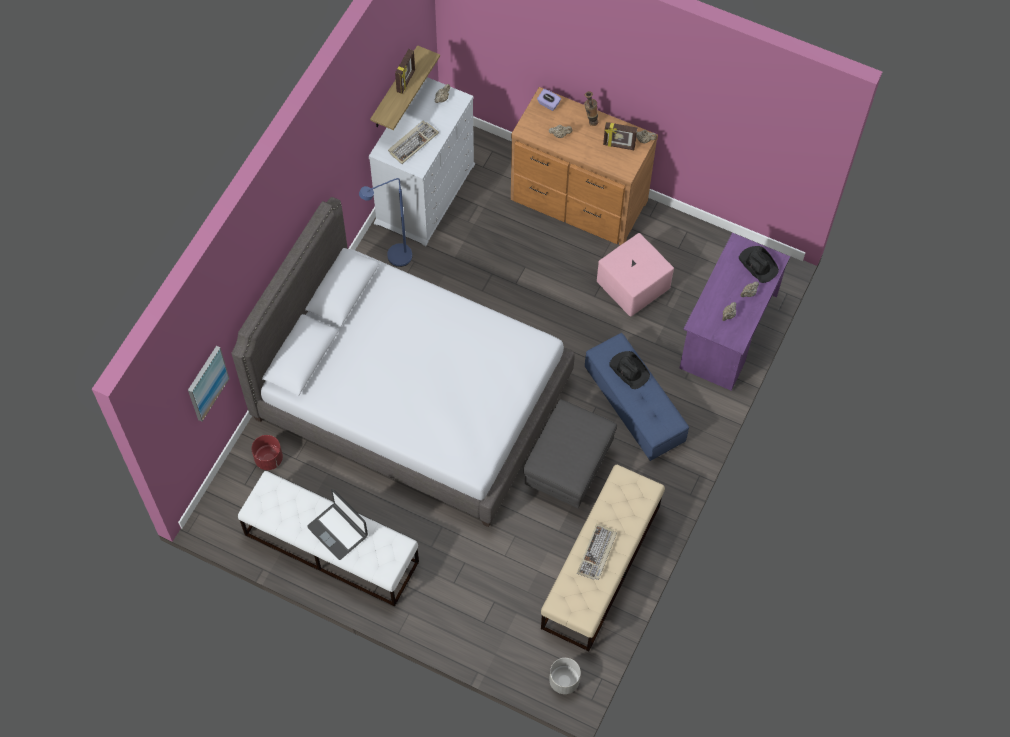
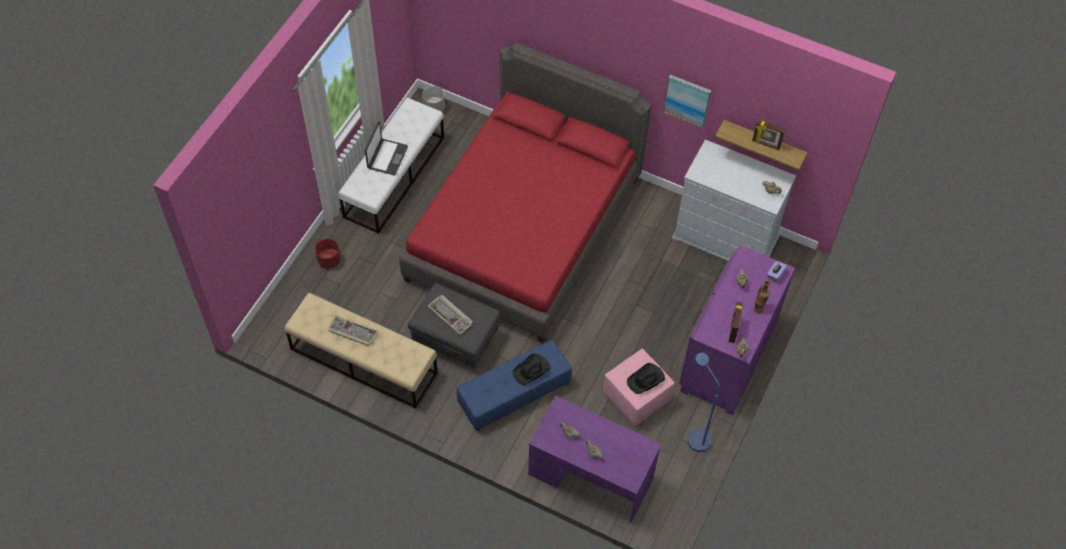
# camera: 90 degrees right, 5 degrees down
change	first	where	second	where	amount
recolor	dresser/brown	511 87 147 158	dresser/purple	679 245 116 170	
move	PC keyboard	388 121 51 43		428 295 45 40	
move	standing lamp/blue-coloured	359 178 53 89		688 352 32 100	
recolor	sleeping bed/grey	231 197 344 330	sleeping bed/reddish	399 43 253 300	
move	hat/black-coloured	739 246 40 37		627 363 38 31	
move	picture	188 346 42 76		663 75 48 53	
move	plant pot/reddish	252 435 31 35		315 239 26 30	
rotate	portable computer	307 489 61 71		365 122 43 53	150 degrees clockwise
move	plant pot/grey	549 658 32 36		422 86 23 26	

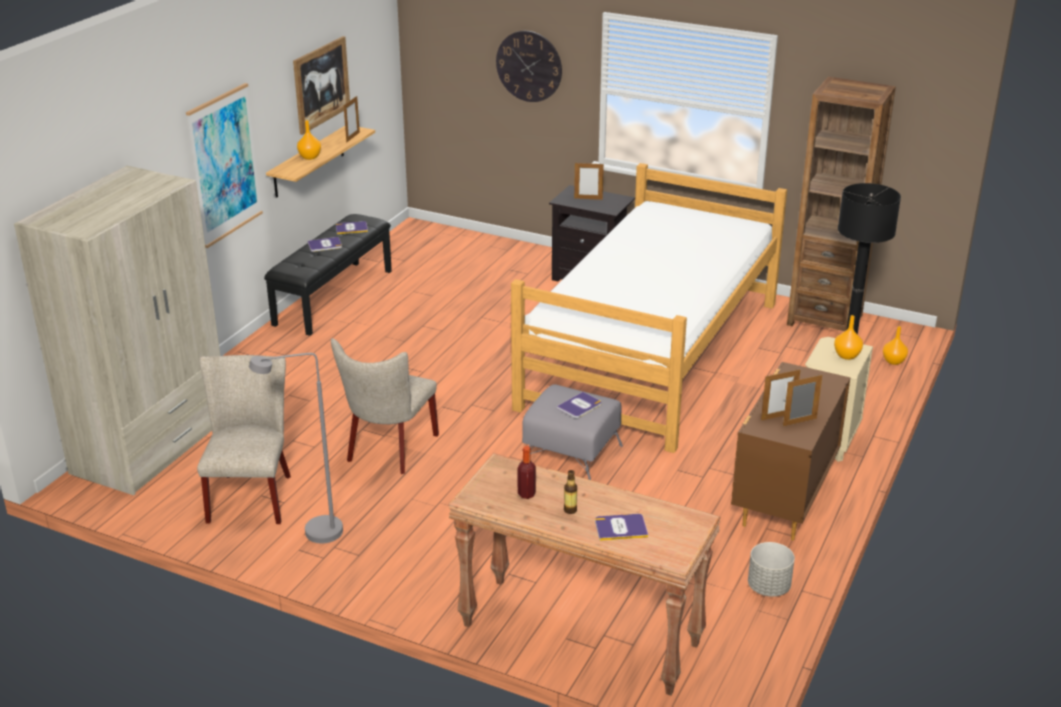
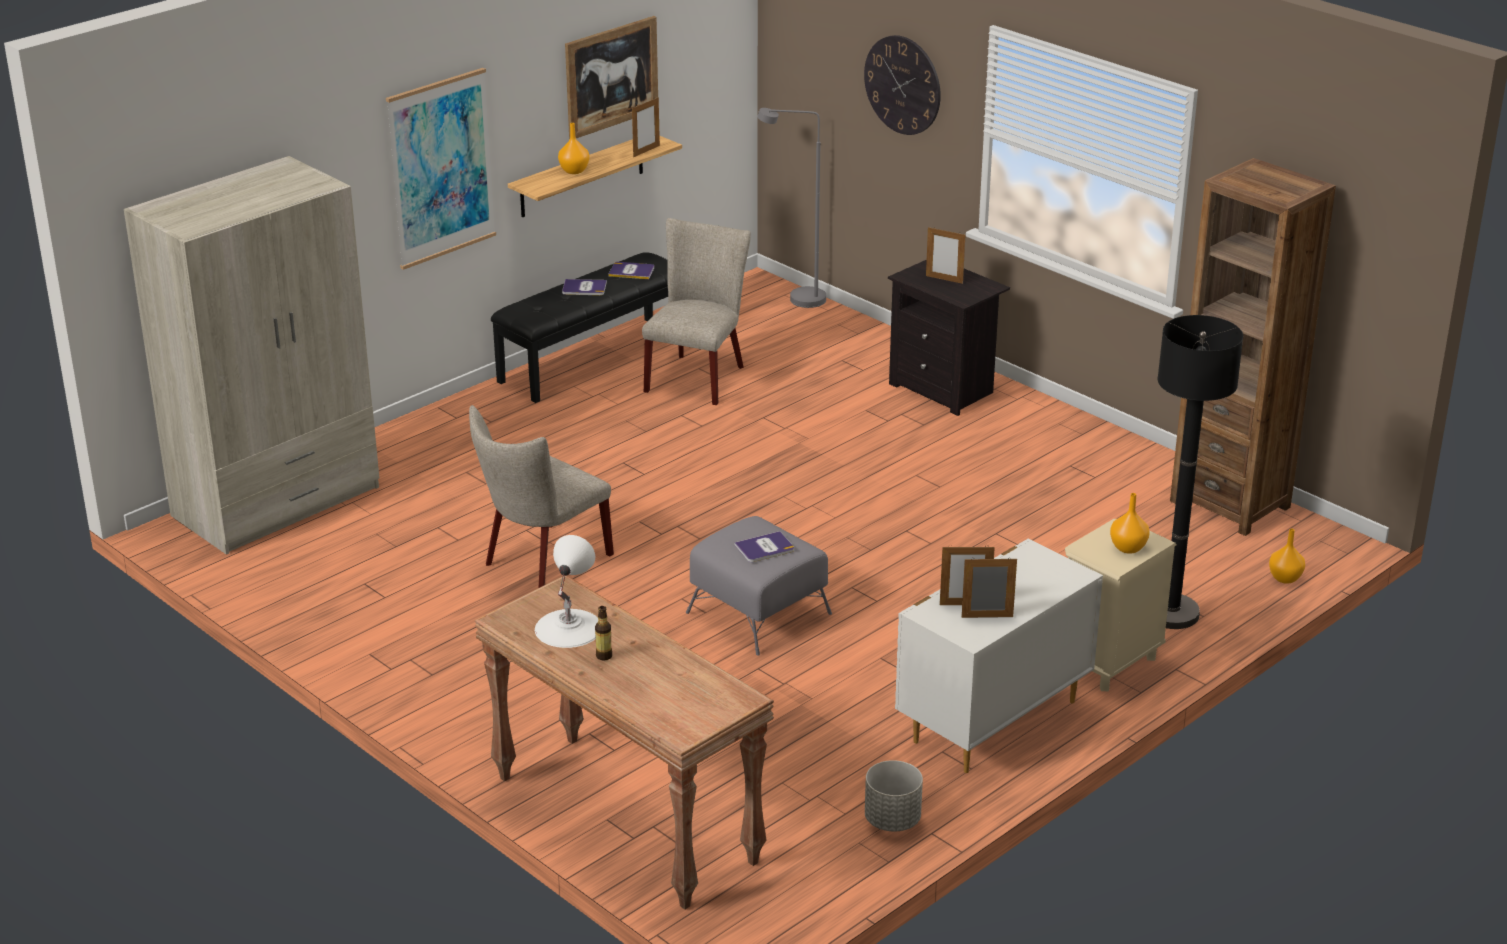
# camera: 20 degrees right, 0 degrees up
change	first	where	second	where	amount
delete	sleeping bed	511 163 276 290			
move	standing lamp/grey	249 353 94 191		757 108 69 200	
move	upright chair/beige-coloured	197 355 94 169		642 218 109 187	
recolor	dresser/brown	731 362 119 178	dresser/white	895 539 208 234	
replace	drink bottle	518 446 18 53	tabletop lamp/white	535 535 63 113	
delete	bound book	595 514 53 27			

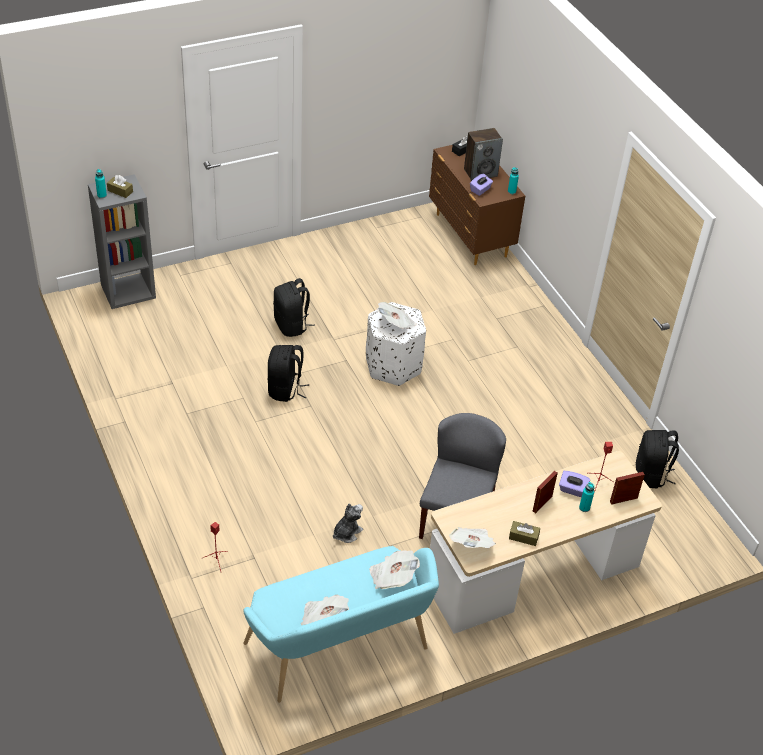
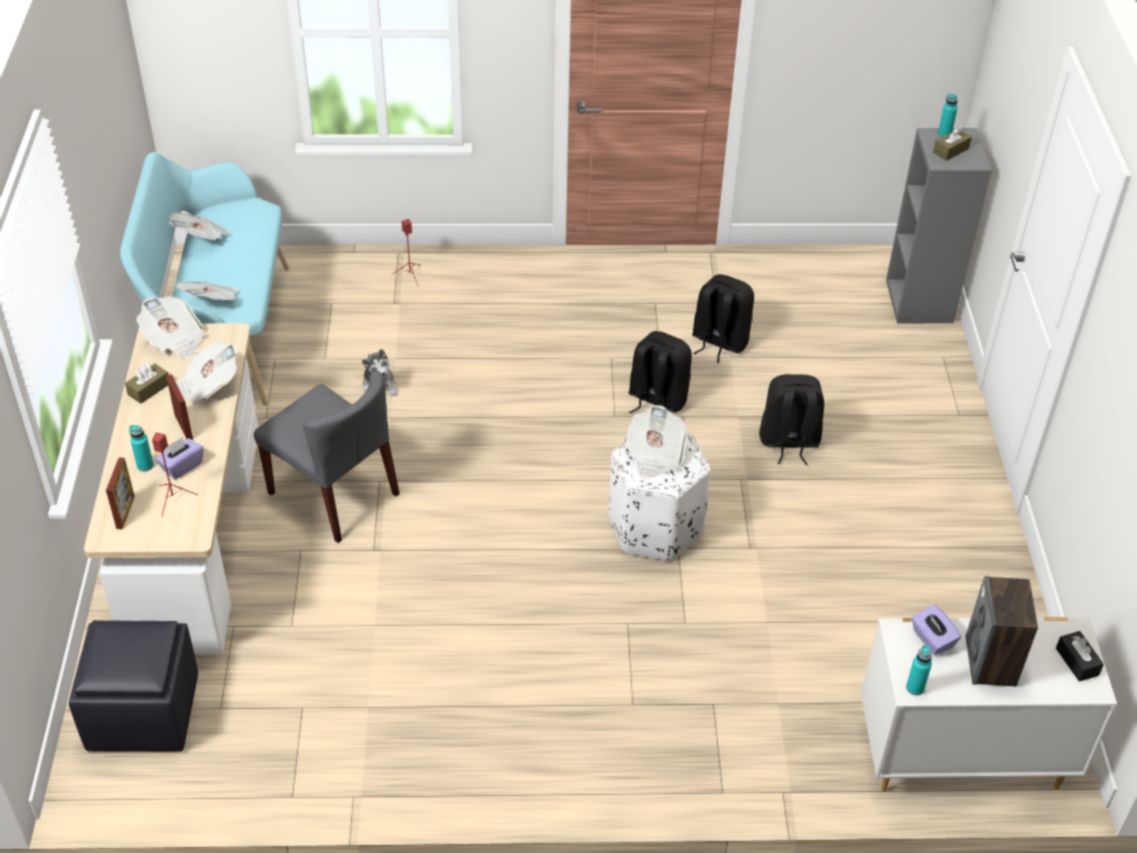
# camera: 115 degrees right, 0 degrees up
change	first	where	second	where	amount
recolor	dresser/brown	429 145 96 120	dresser/white	861 617 256 175	
move	backpack/black-coloured	636 430 43 58		692 274 62 89	
insert			daily paper	176 341 62 64	
insert			pouffe/black-coloured	69 620 129 132	

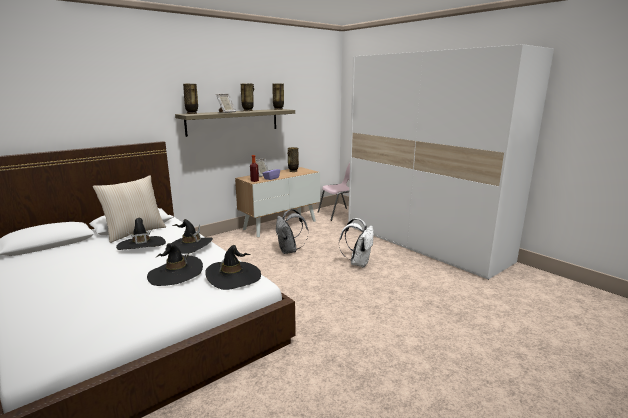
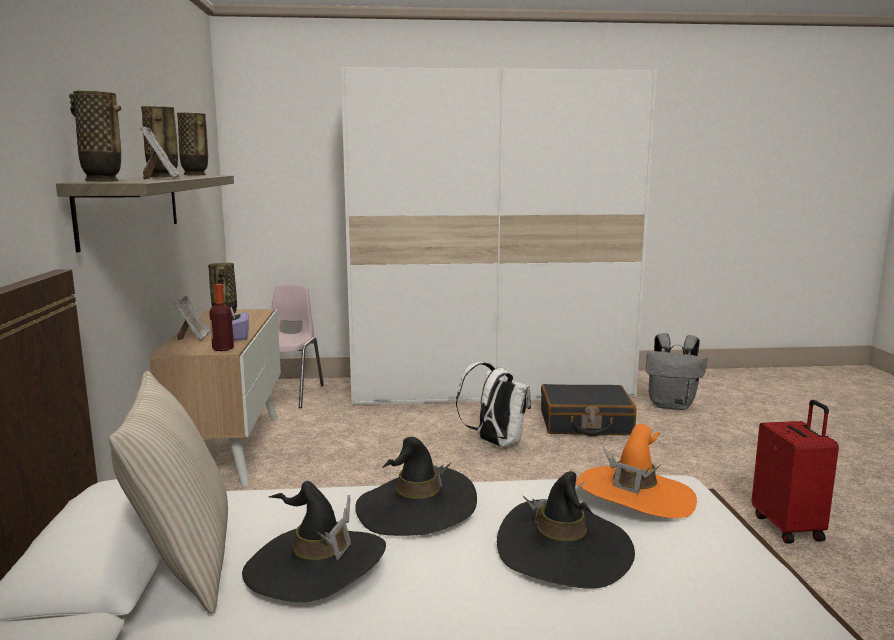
# camera: 55 degrees left, 5 degrees down
change	first	where	second	where	amount
move	backpack/grey	276 209 33 45		646 333 61 77	
recolor	hat/black-coloured	205 245 56 45	hat/orangey	576 424 121 94	
insert			suitcase/black-coloured	541 384 96 53	
insert			suitcase/reddish	752 400 87 144	

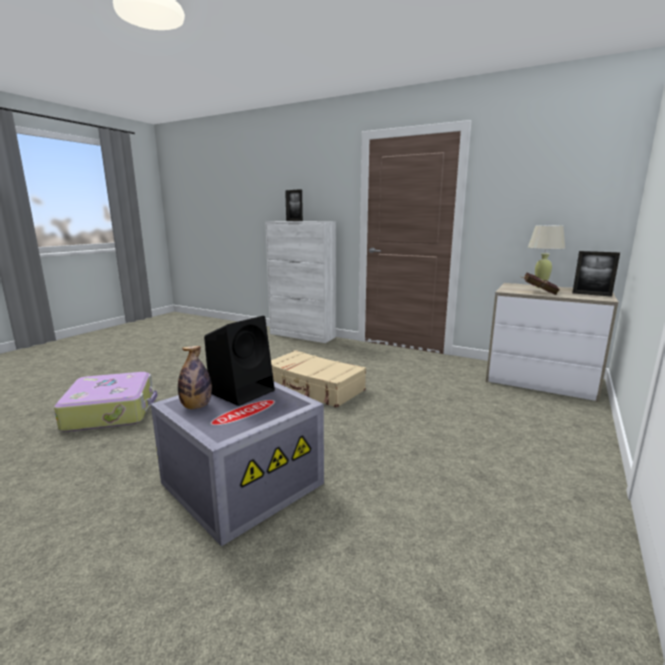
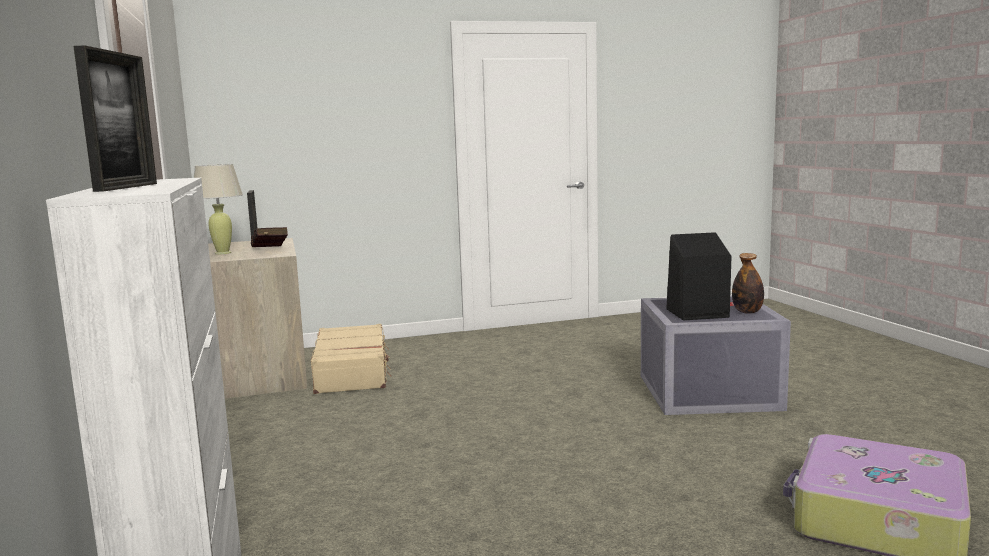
# camera: 135 degrees left, 5 degrees down
change	first	where	second	where	amount
move	suitcase/beige-coloured	271 350 95 58		311 324 80 70	

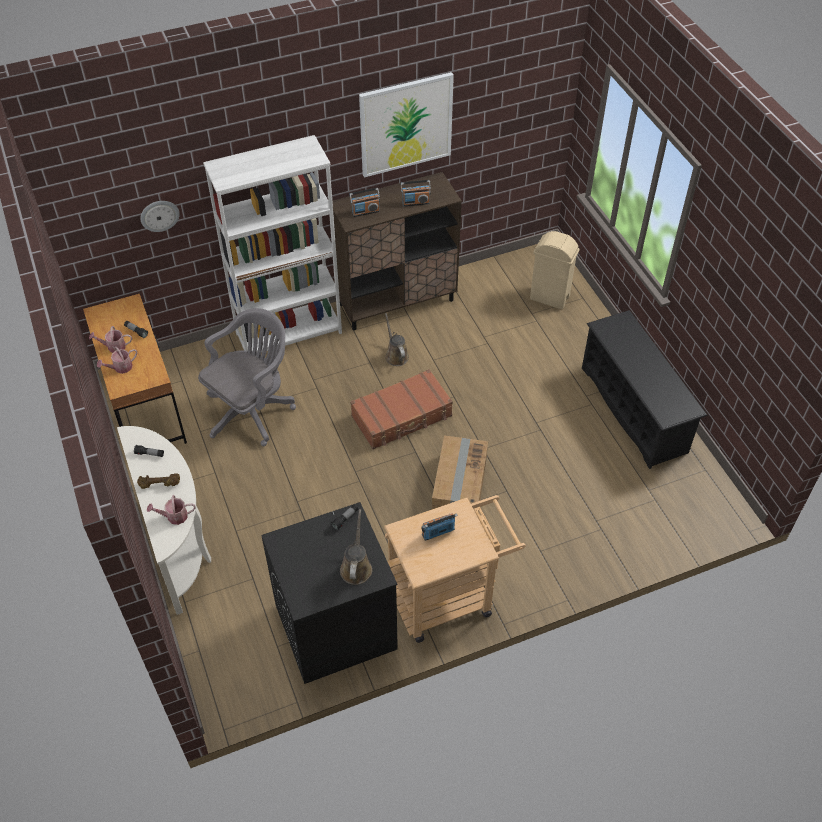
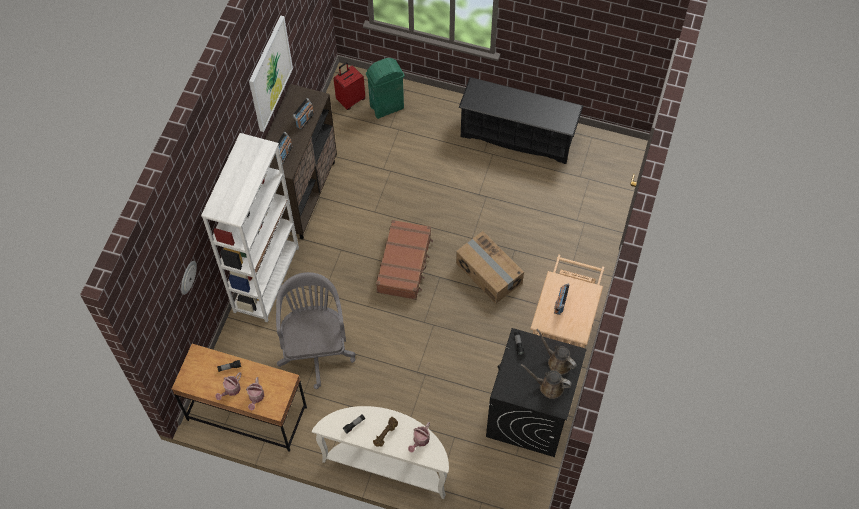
# camera: 50 degrees left, 10 degrees up
change	first	where	second	where	amount
recolor	waste bin/beige-coloured	530 231 50 78	waste bin/greenish	366 58 39 61	
move	sprinkling can/brown	385 313 24 53		521 364 51 35	
insert			suitcase/reddish	334 62 31 48	

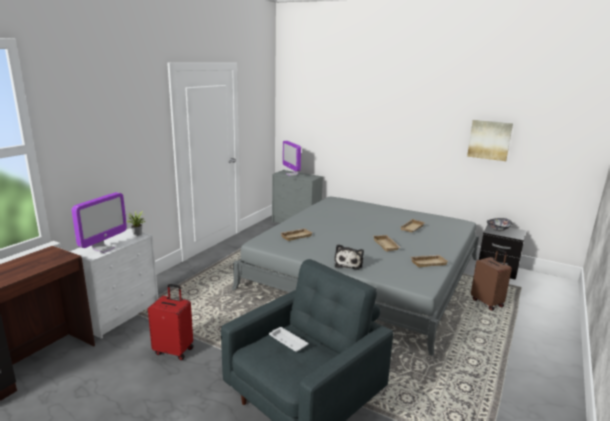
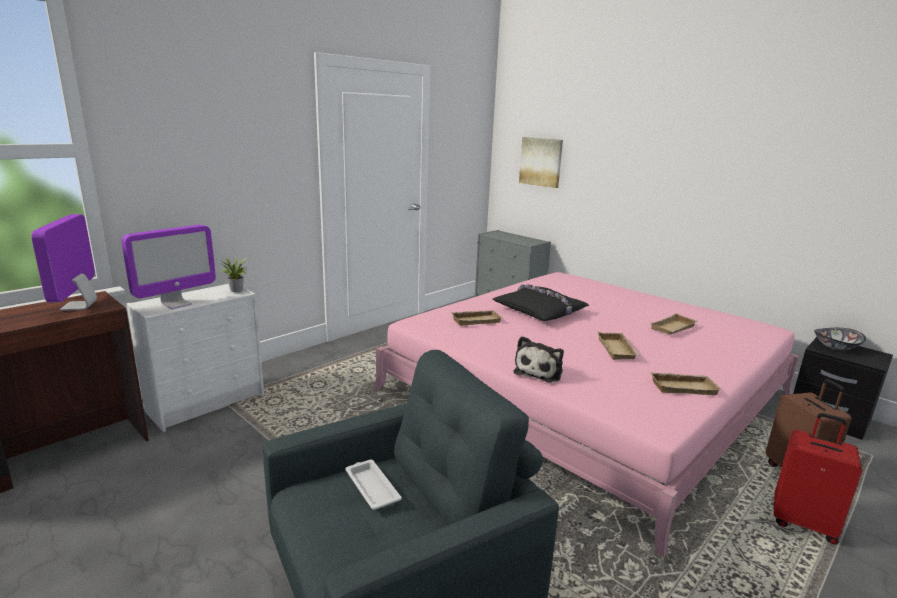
# camera: 15 degrees right, 0 degrees up
change	first	where	second	where	amount
move	picture	467 120 46 41		519 137 44 51	
move	computer screen	283 141 18 35		31 214 66 97	
recolor	sleeping bed/grey	232 197 247 159	sleeping bed/pink	373 272 426 285	
move	suitcase/reddish	148 284 45 76		774 413 88 132	
insert			throw pillow/black-coloured	493 284 96 37	

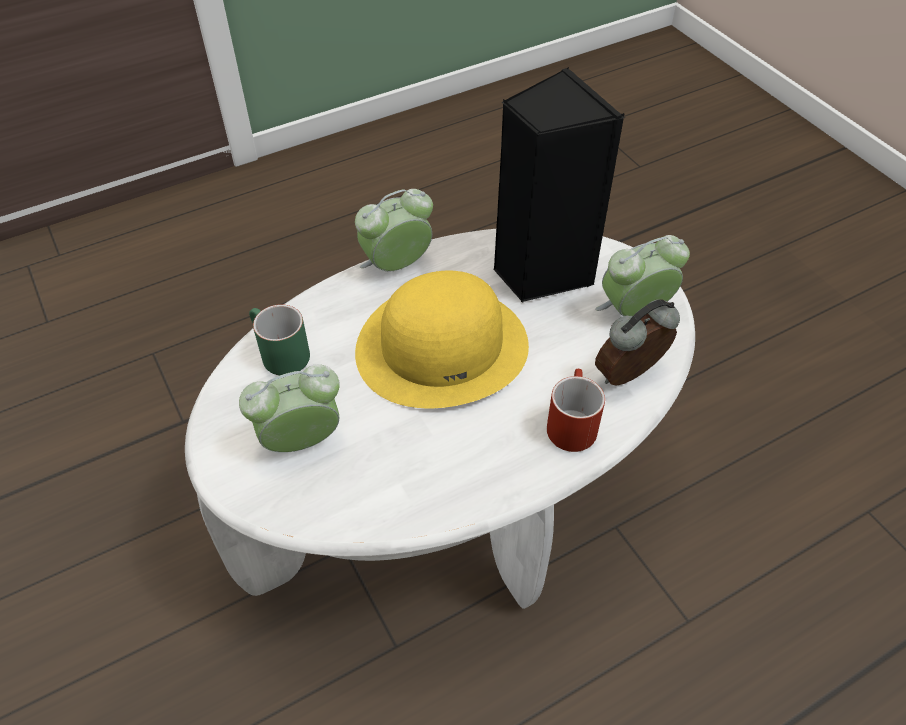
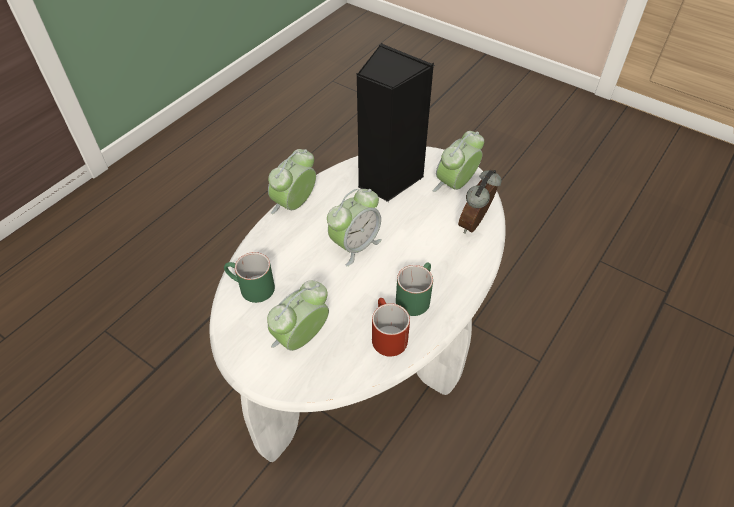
# camera: 25 degrees left, 0 degrees up
change	first	where	second	where	amount
replace	hat/yellow	355 271 174 137	alarm clock	327 189 55 77	
move	mug/reddish	547 369 58 83		372 298 38 59	
insert			mug/greenish	396 263 37 53	

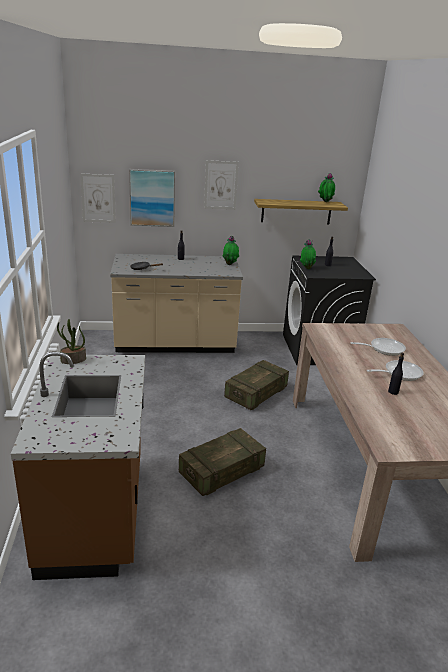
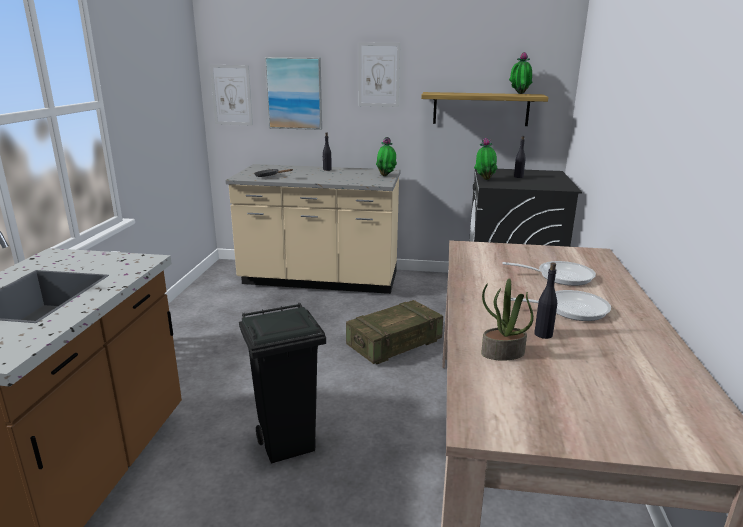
# camera: 15 degrees right, 5 degrees down
change	first	where	second	where	amount
move	potted plant	57 319 29 45		481 278 53 83	
replace	packing crate	179 428 87 68	waste bin/black-coloured	239 303 87 160	

